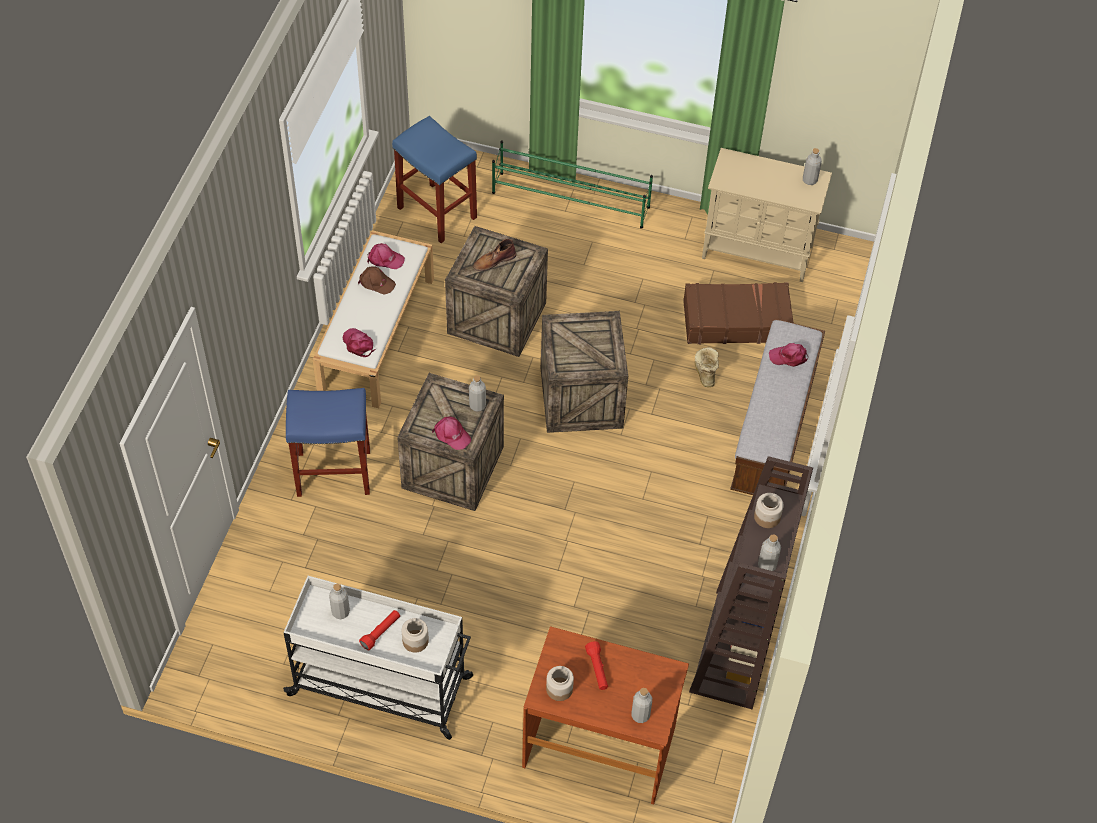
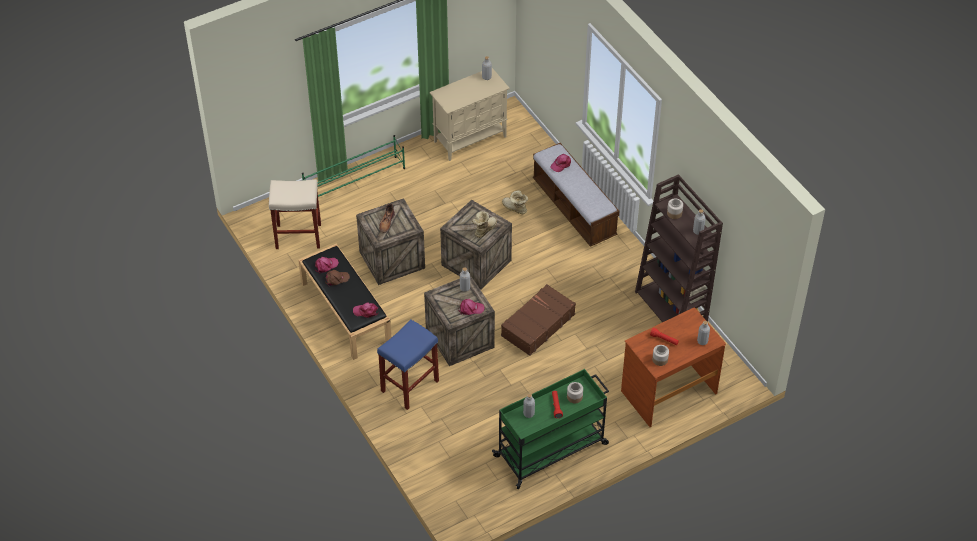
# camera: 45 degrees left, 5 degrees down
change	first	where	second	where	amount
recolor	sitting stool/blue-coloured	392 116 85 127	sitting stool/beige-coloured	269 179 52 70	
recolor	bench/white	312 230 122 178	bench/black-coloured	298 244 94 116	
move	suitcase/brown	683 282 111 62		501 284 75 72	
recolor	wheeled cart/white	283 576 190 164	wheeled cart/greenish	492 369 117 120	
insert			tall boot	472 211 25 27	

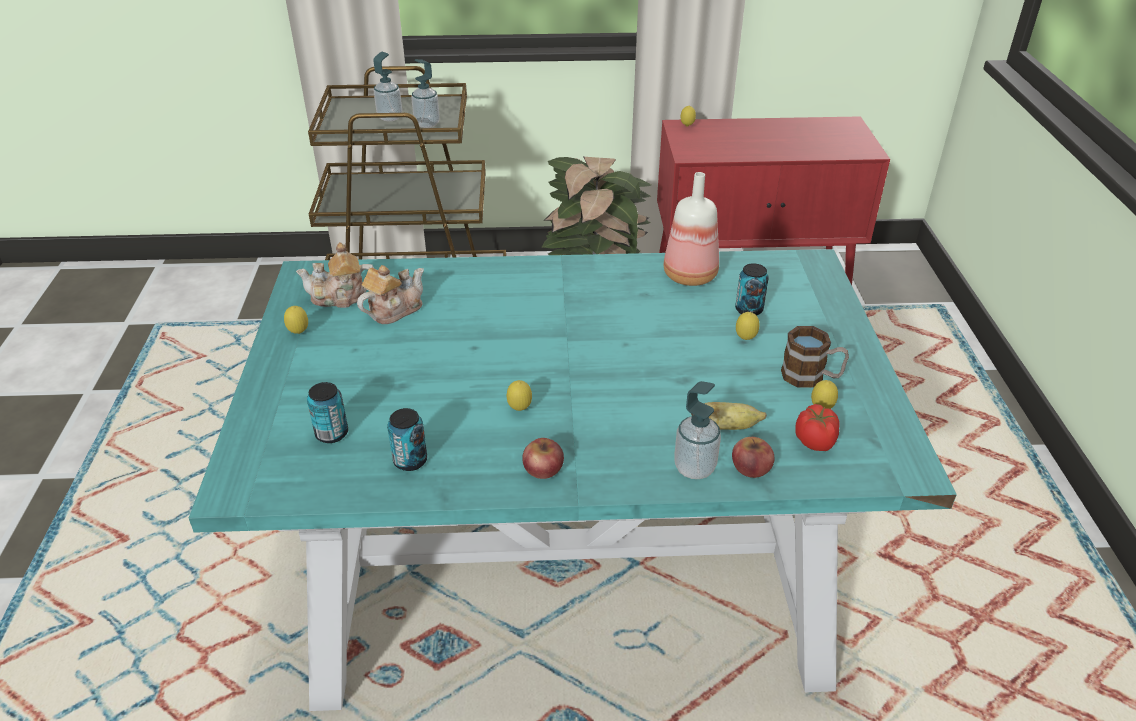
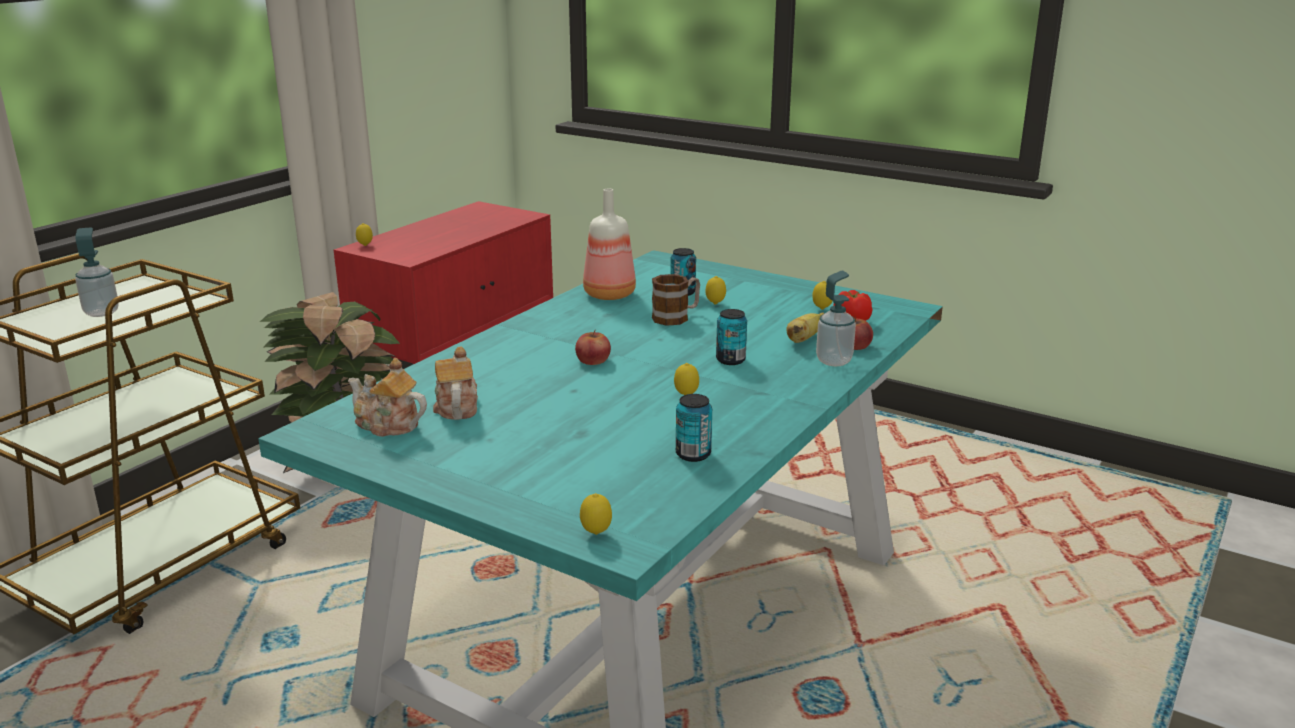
# camera: 55 degrees left, 15 degrees down
change	first	where	second	where	amount
delete	liquid soap bottle	411 59 29 69			
rotate	tea pot	296 242 78 66		348 358 79 79	90 degrees clockwise
move	citrus fruit	284 306 24 28		580 493 32 42	
move	mug	781 326 68 62		652 274 48 52	
move	can	307 382 41 61		716 309 31 56	
move	apple	522 438 42 41		575 330 36 35	

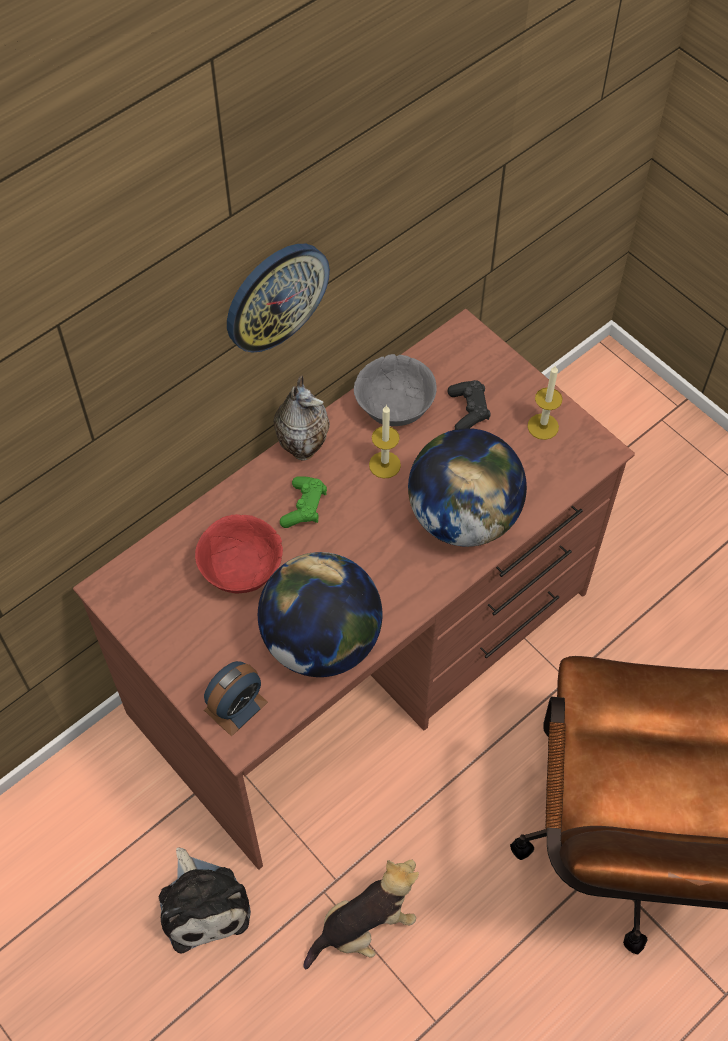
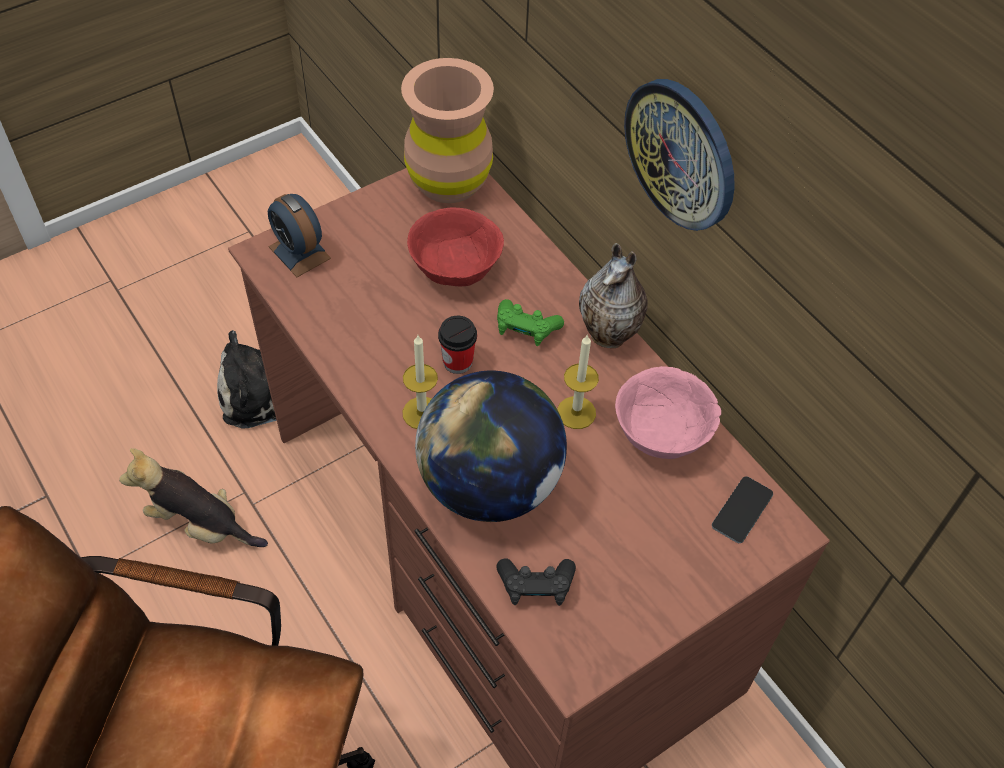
# camera: 95 degrees right, 5 degrees down
change	first	where	second	where	amount
recolor	bowl/grey	354 354 83 72	bowl/pink	615 366 106 93	
move	wax candle	528 365 35 75		403 335 35 94	
move	joypad/black-coloured	447 380 44 50		496 558 80 48	
delete	world globe	258 552 125 125			
rotate	soft toy	303 860 116 109		119 448 149 99	135 degrees clockwise
insert			decorative vase/brown	401 58 93 145	
insert			cup	438 316 39 58	
insert			telephone	712 477 61 66	

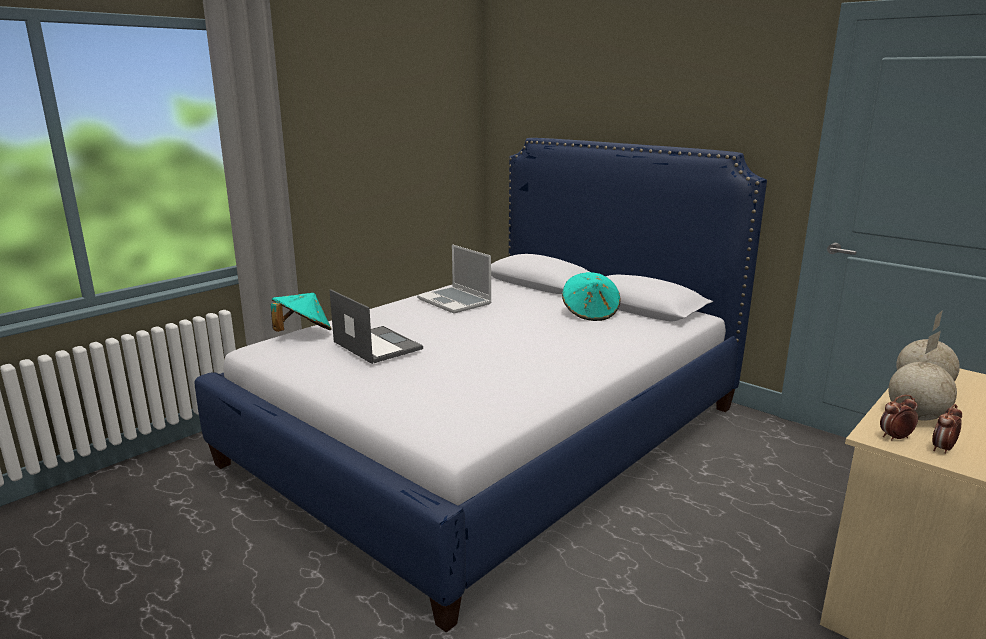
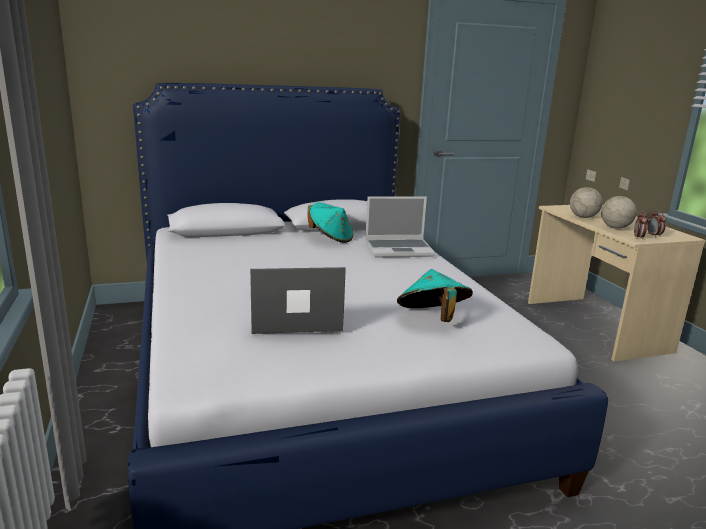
# camera: 60 degrees left, 0 degrees up
change	first	where	second	where	amount
move	portable computer	417 244 75 70		365 196 71 62	
move	hat/blue-green	271 293 61 39		397 269 76 53	

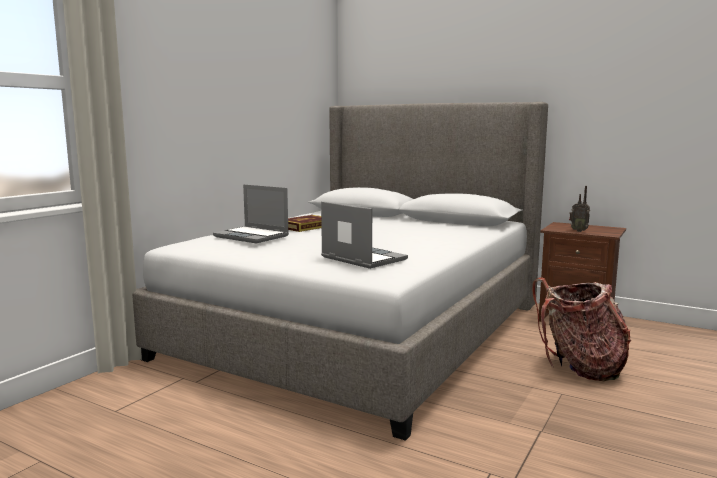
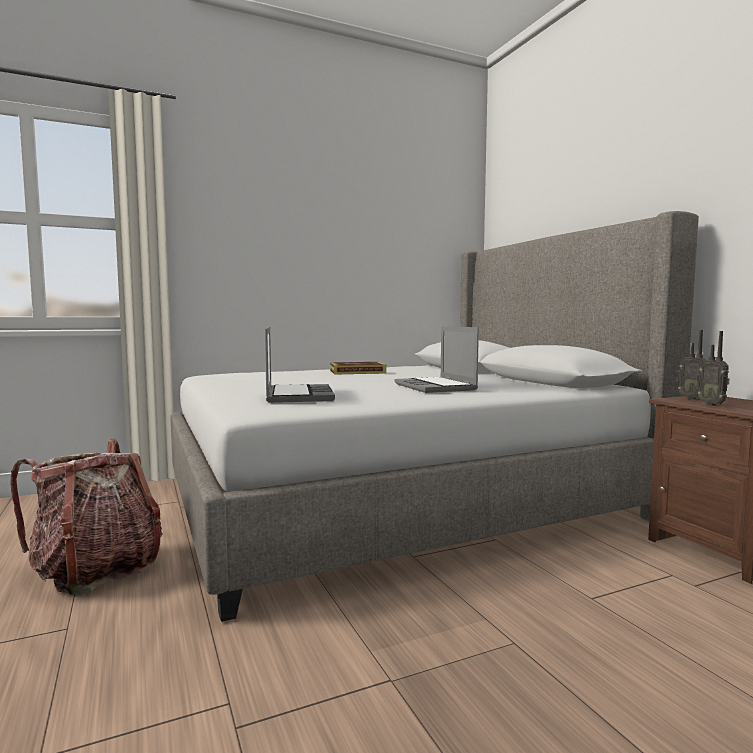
# camera: 35 degrees right, 5 degrees down
change	first	where	second	where	amount
move	portable computer	213 184 76 59		395 326 84 67	
move	backpack	532 278 99 103		10 439 153 156	
insert			radio set	676 330 30 70	

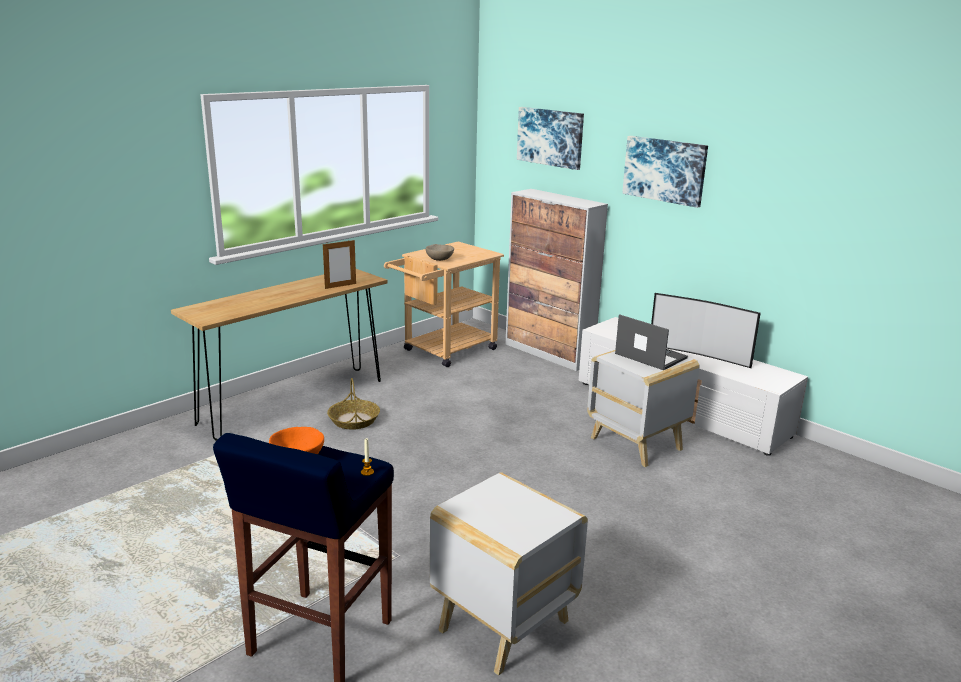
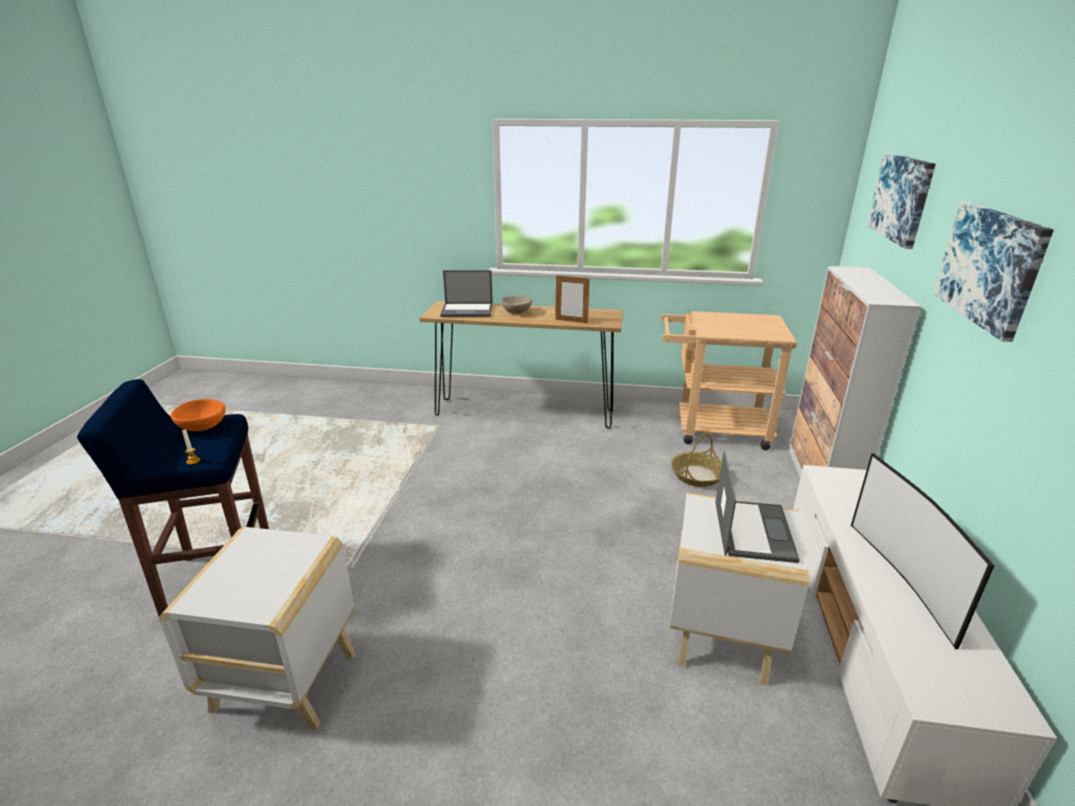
# camera: 55 degrees right, 5 degrees up
change	first	where	second	where	amount
move	bowl/beige-coloured	426 244 28 17		501 296 31 18	
move	basket	327 378 53 52		671 433 51 54	
insert			portable computer	440 270 53 47	

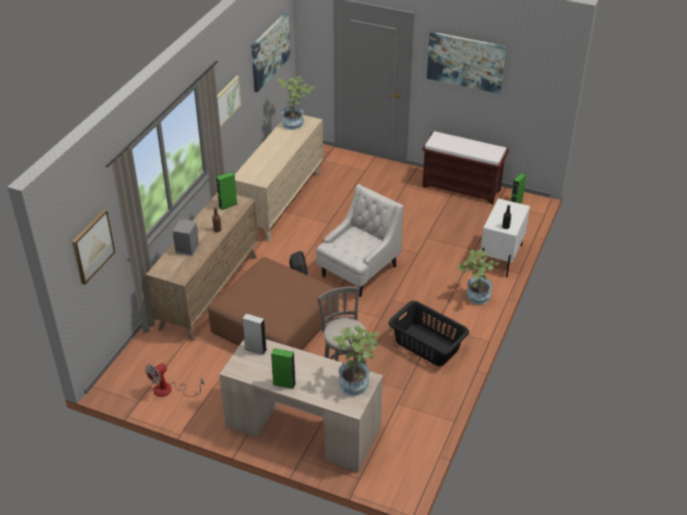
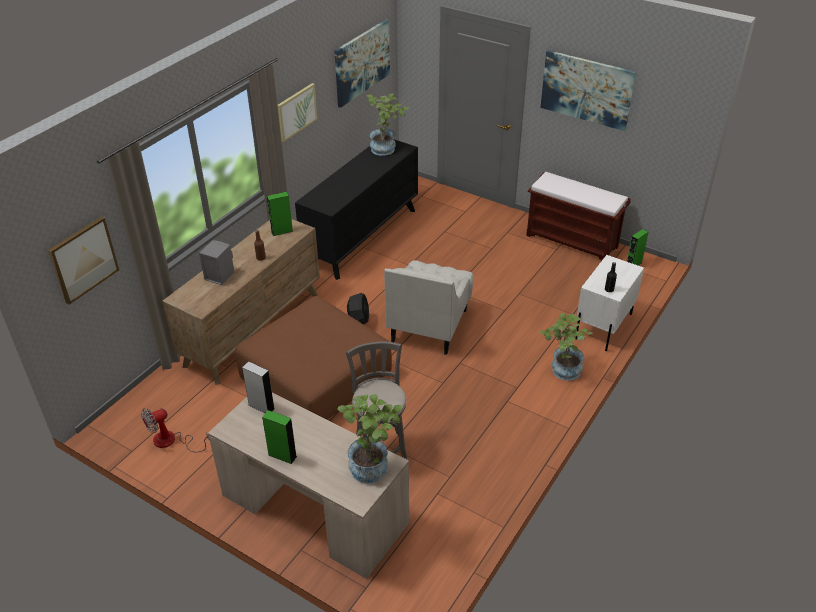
# camera: 10 degrees right, 0 degrees up
change	first	where	second	where	amount
recolor	dresser/beige-coloured	235 115 88 127	dresser/black-coloured	295 139 123 141	
rotate	easy chair/white	316 184 88 113		384 260 90 95	150 degrees clockwise
delete	washing basket/black-coloured	388 301 81 65			

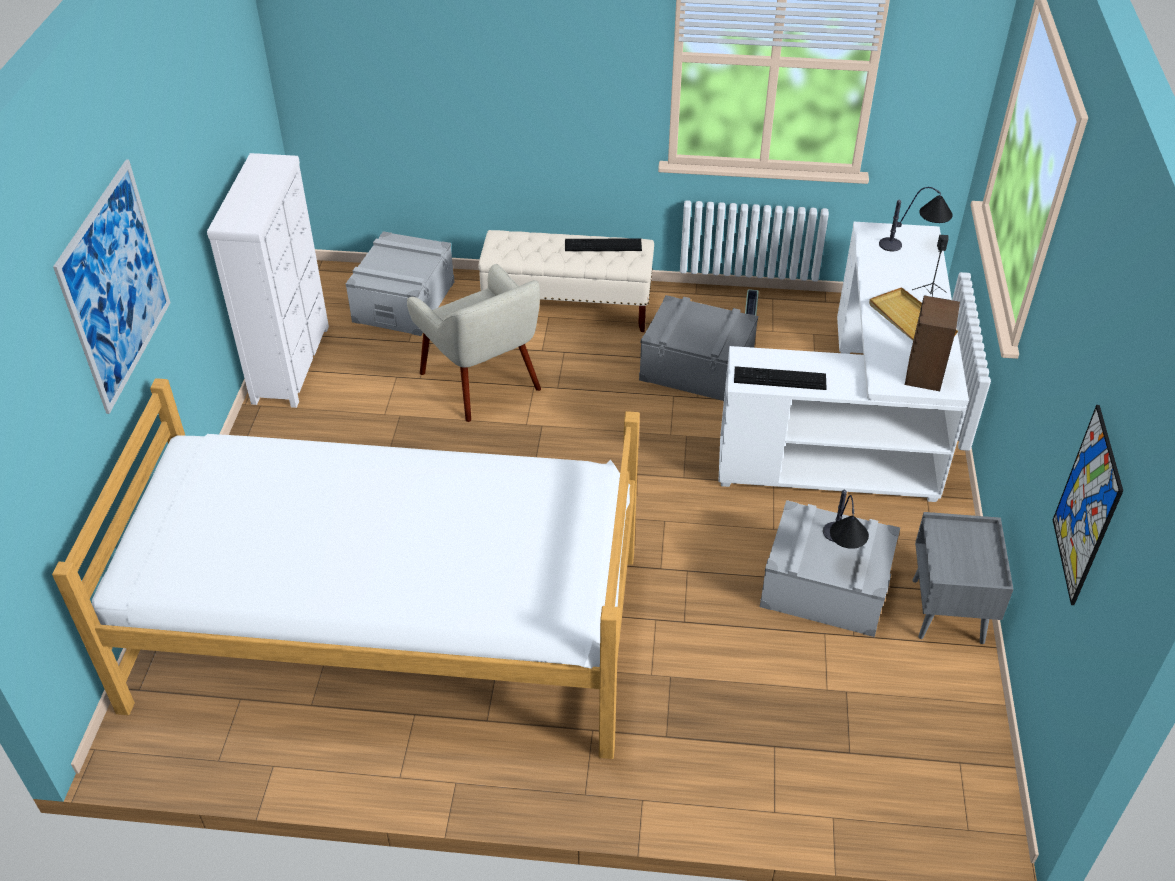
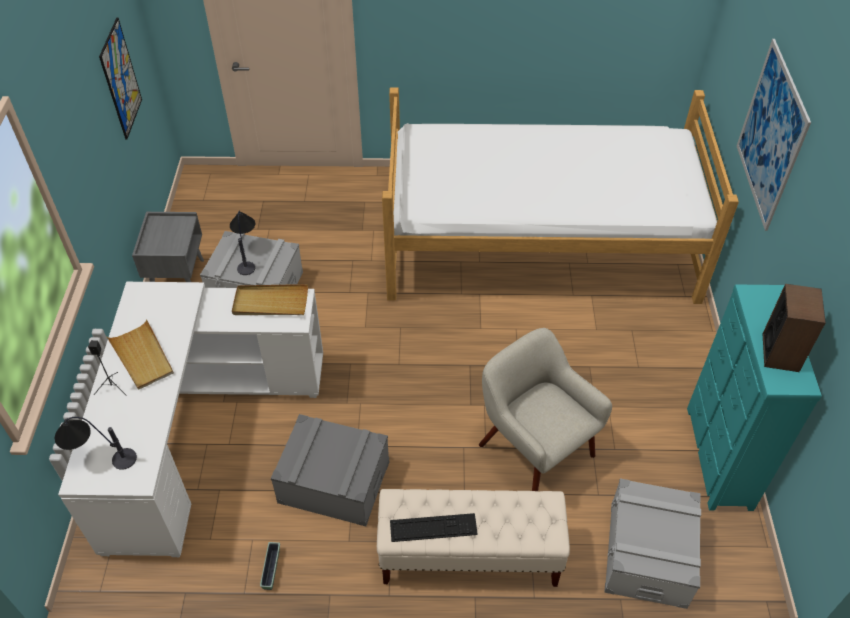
# camera: 175 degrees right, 5 degrees up
change	first	where	second	where	amount
recolor	dresser/white	207 153 122 255	dresser/blue-green	687 285 135 226	
move	loudspeaker	905 295 55 96		763 284 63 88	
replace	PC keyboard	734 366 93 24	carrying tray/beige-coloured	232 284 76 31	

